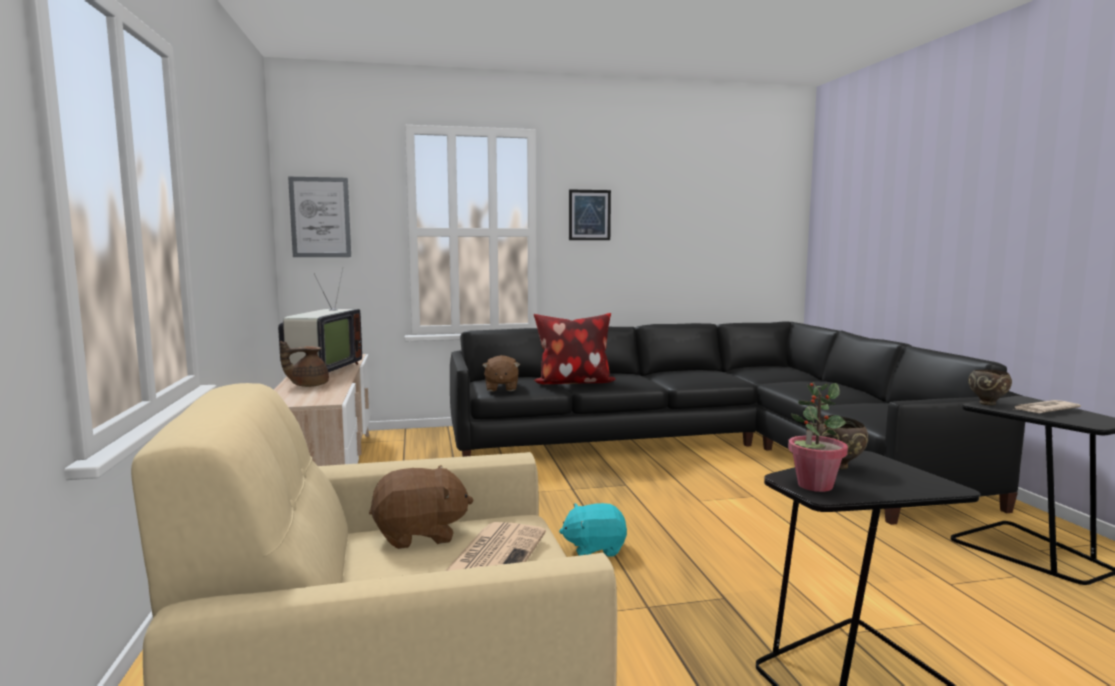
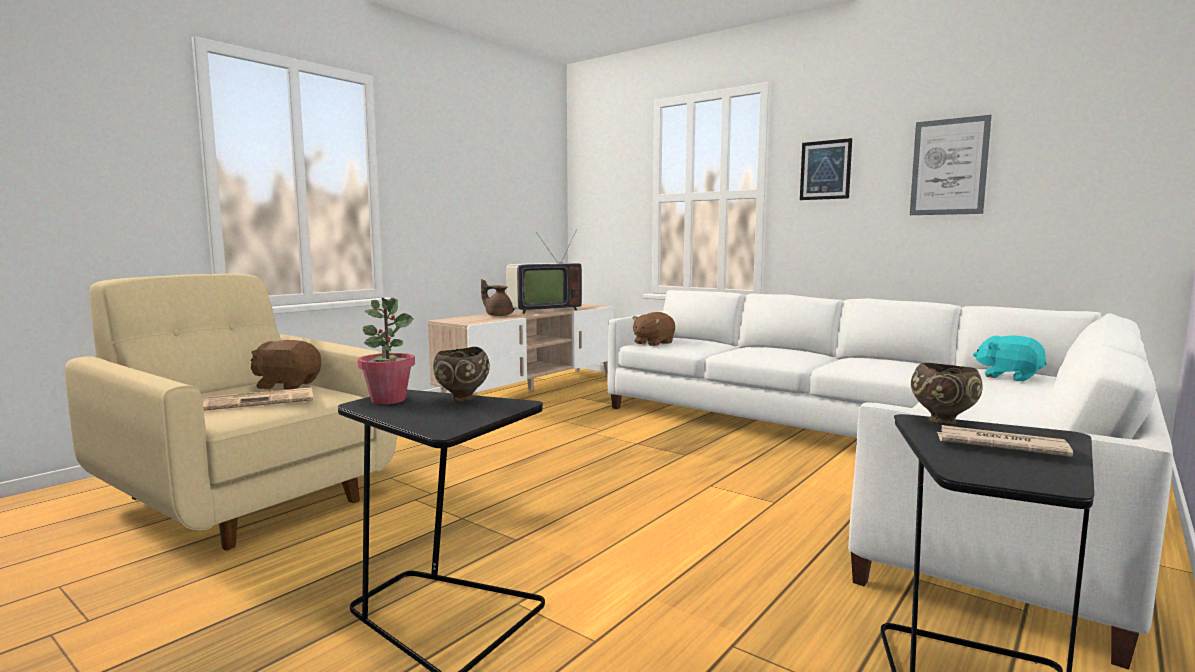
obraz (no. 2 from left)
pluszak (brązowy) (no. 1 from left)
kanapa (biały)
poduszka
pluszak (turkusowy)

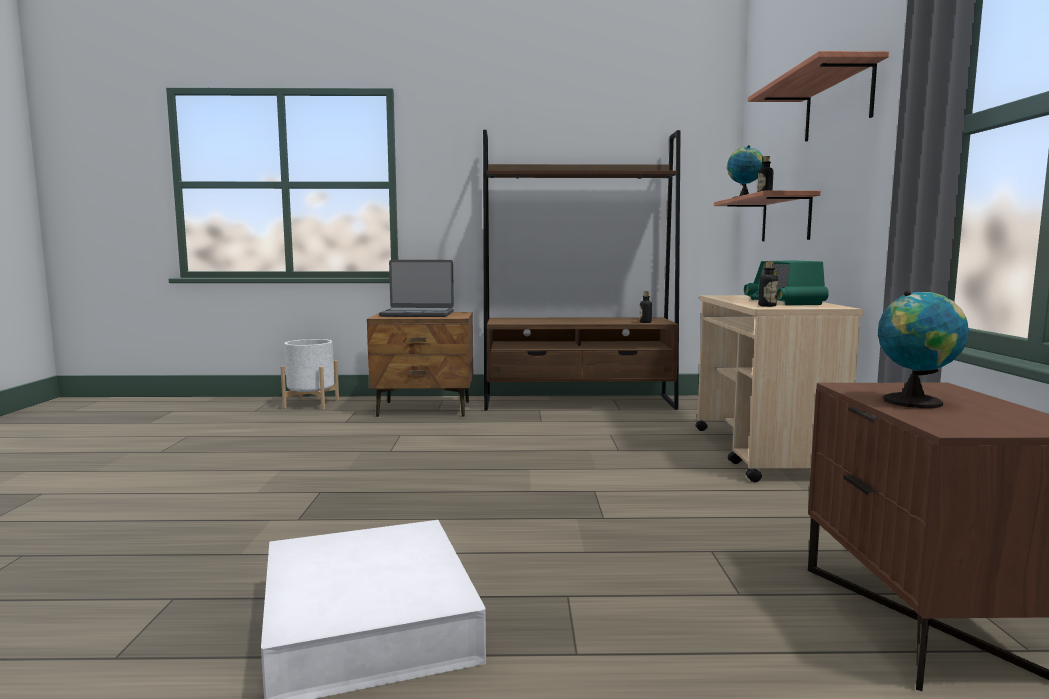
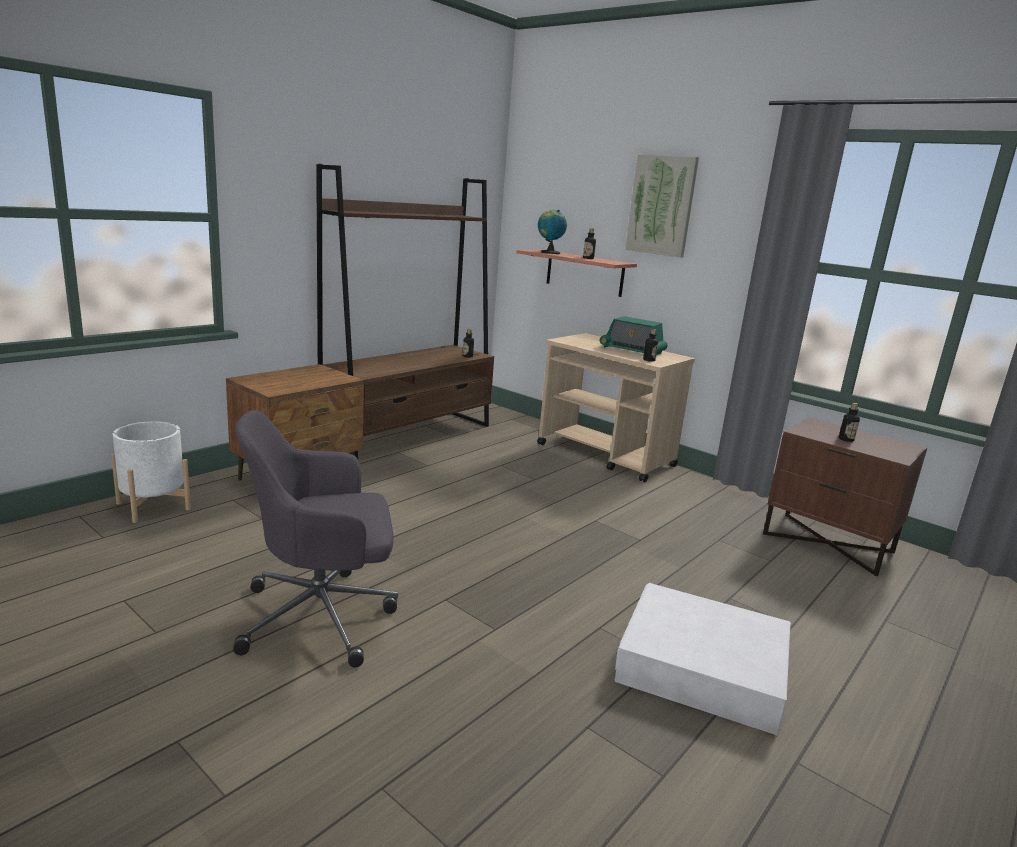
laptop
obraz
butelka (no. 4 from left)
krzesło biurowe (szary)

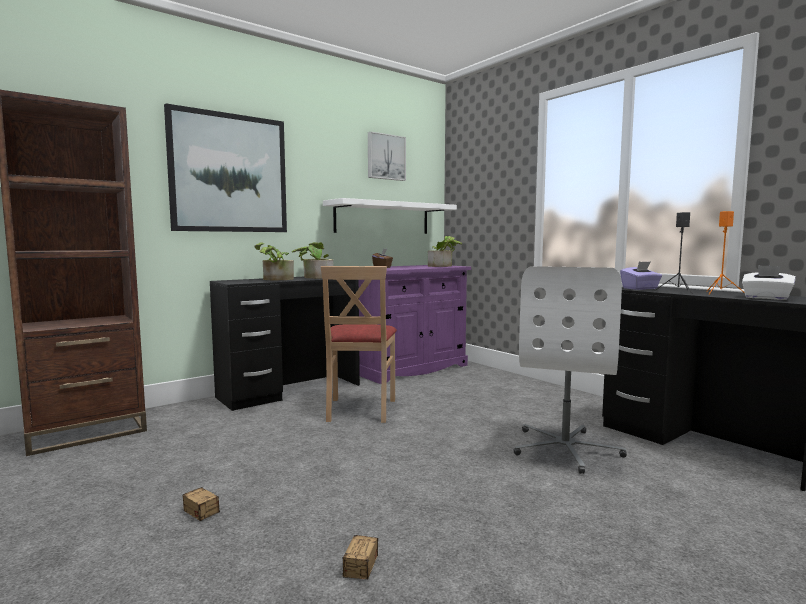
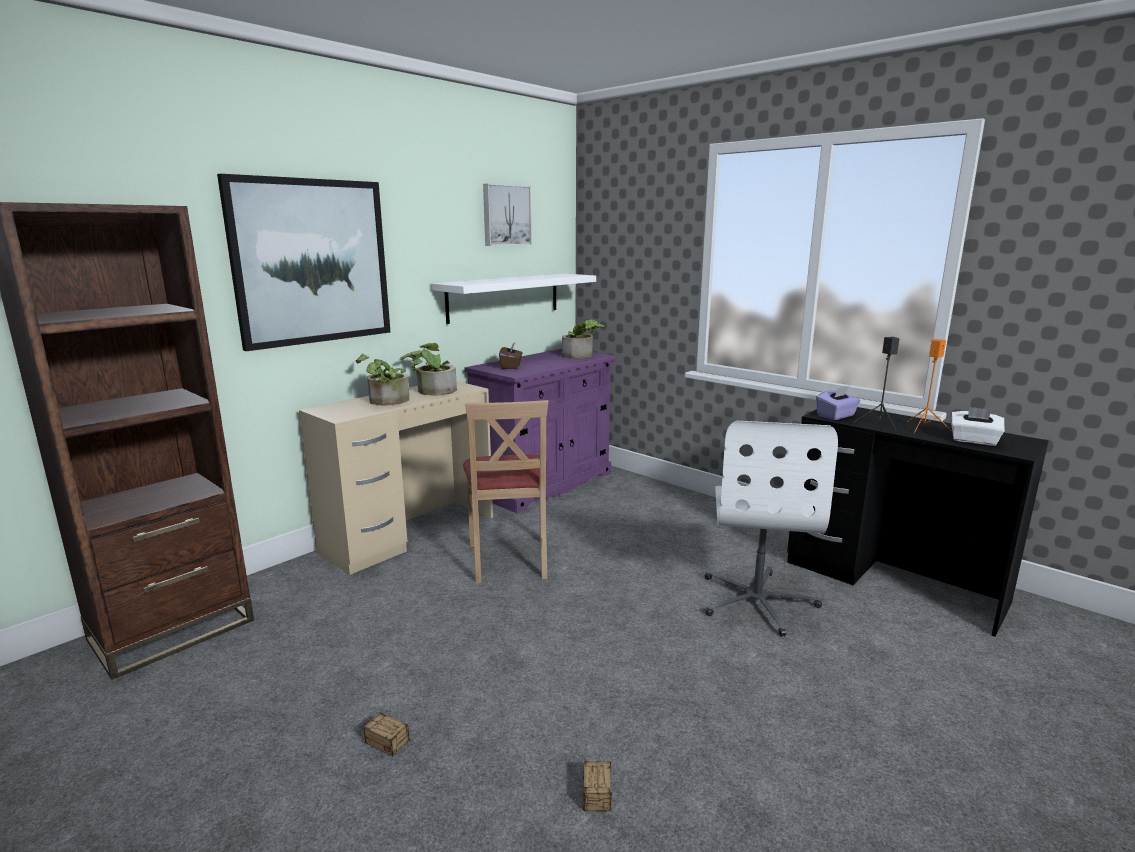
biurko (beżowy)

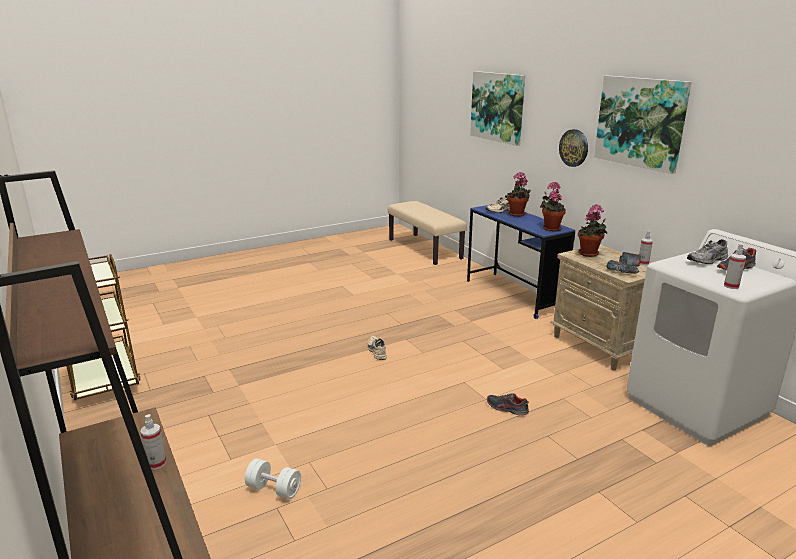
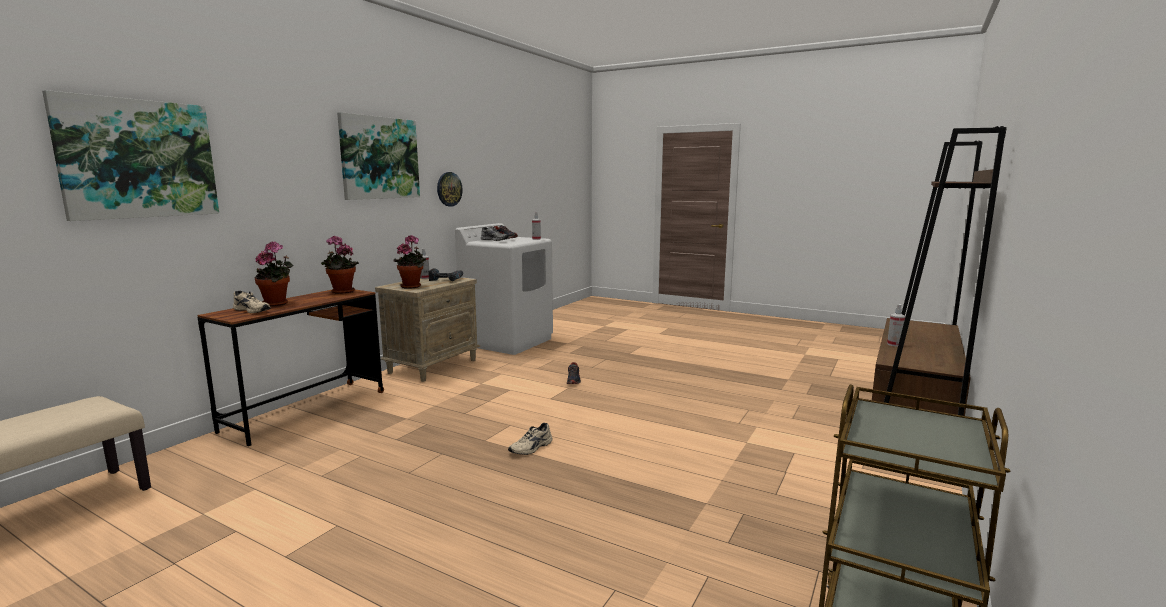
hantel (biały)
biurko (brązowy)
zegar ścienny

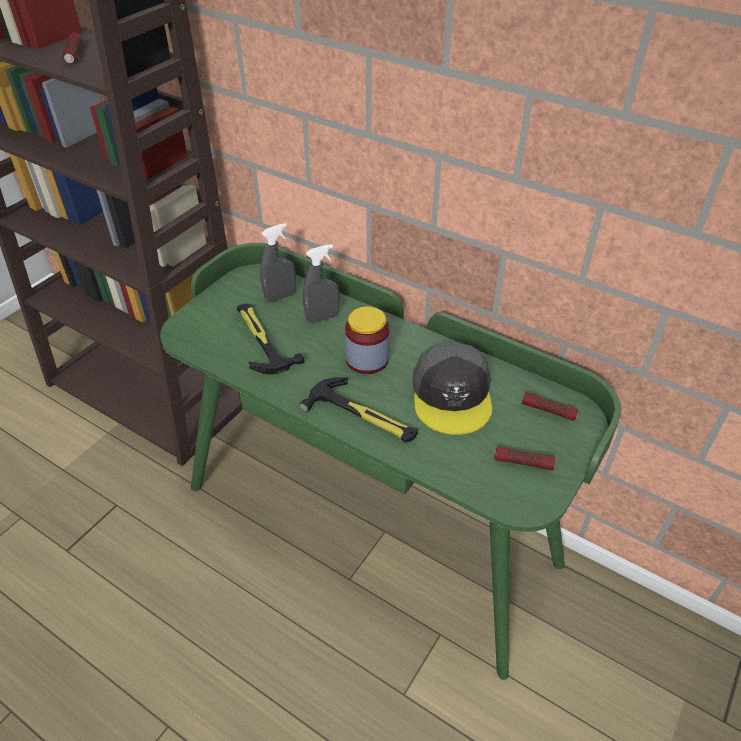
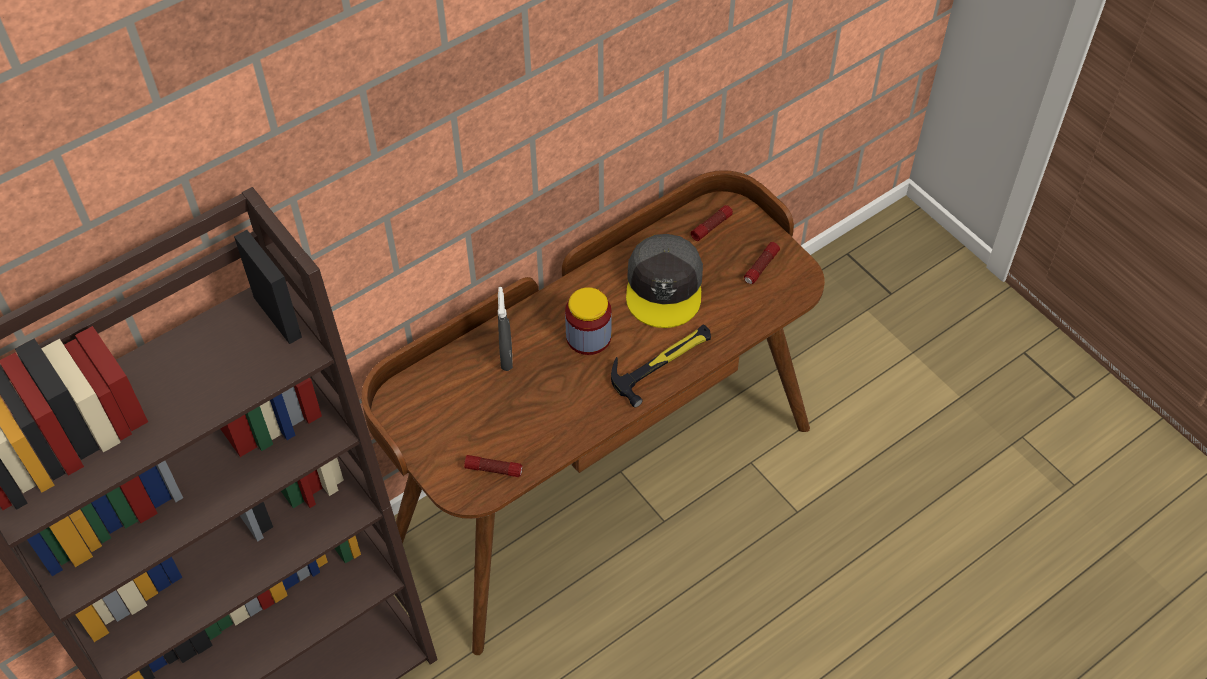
latarka (no. 1 from left)
biurko (brązowy)
młotek (no. 1 from left in the first image)
spryskiwacz (szary) (no. 1 from left in the first image)
czapka z daszkiem (szary)

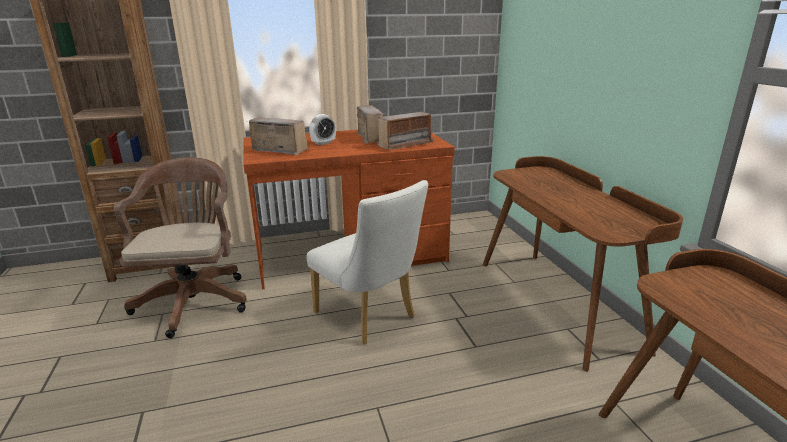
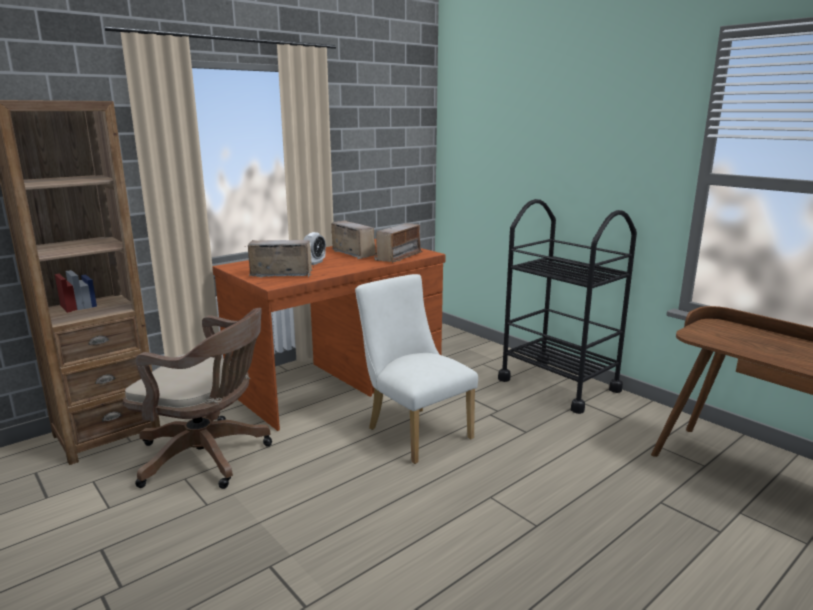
krzesło biurowe (brązowy)
krzesło (biały)
wózek (czarny)

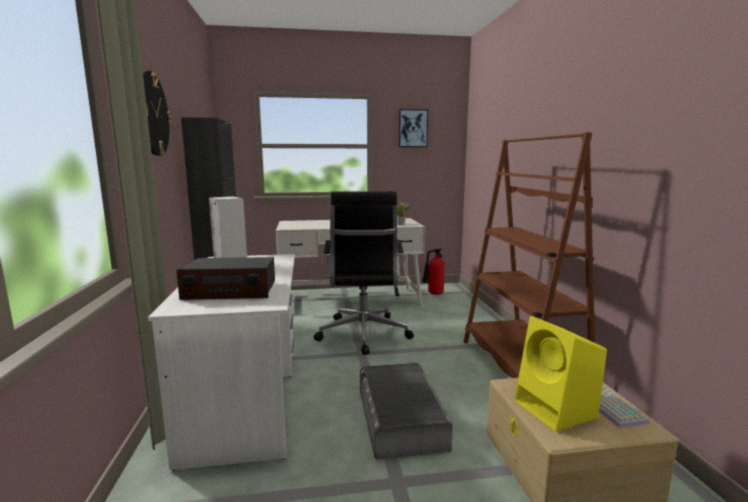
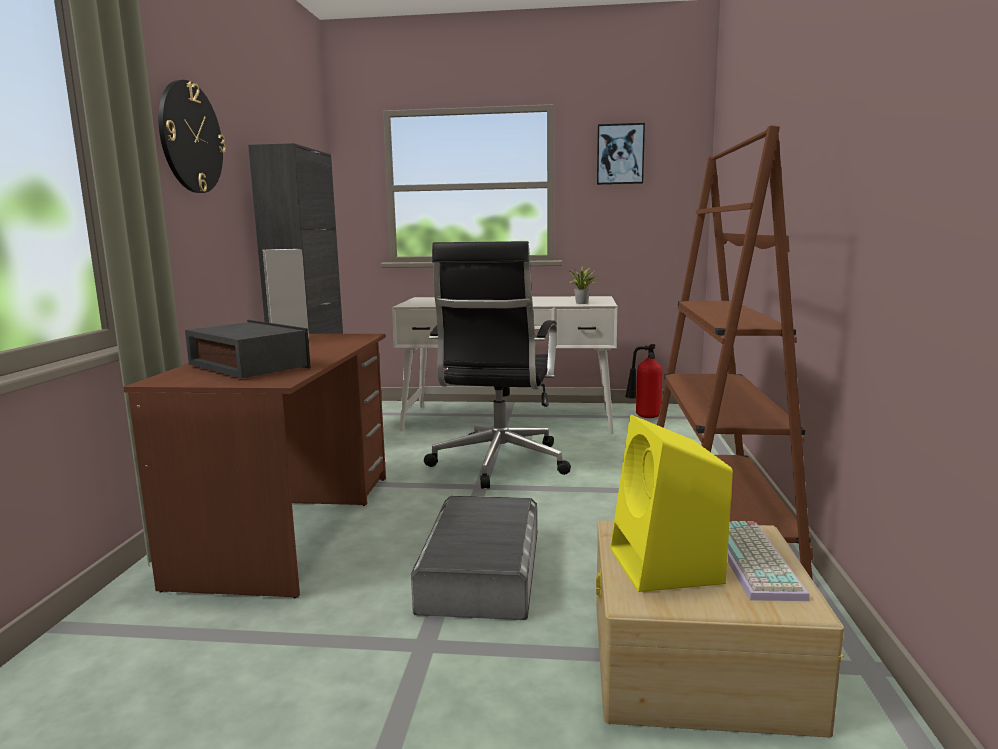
biurko (brązowy)
radio

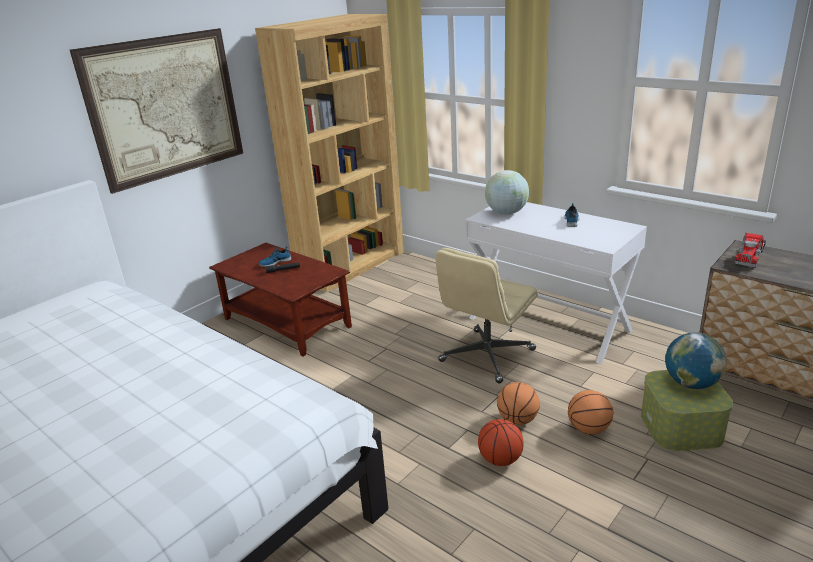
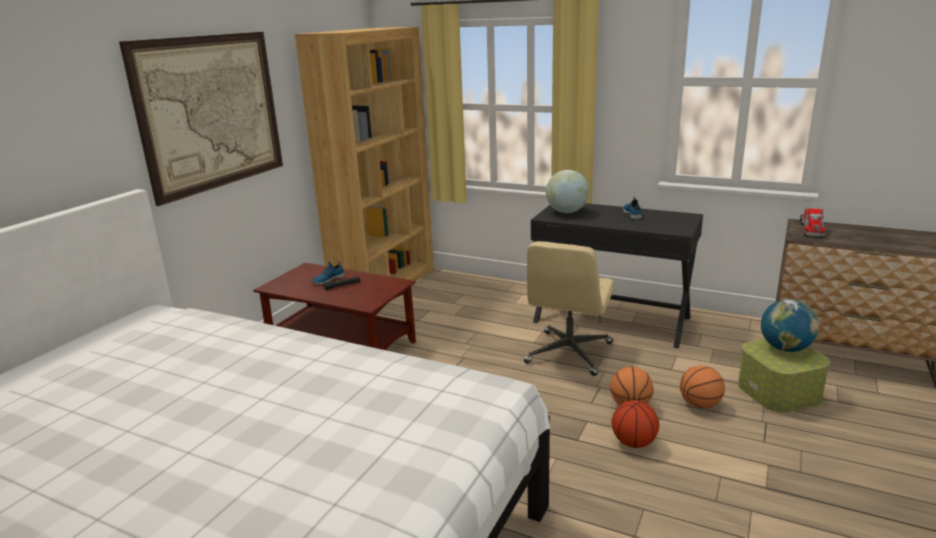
biurko (czarny)

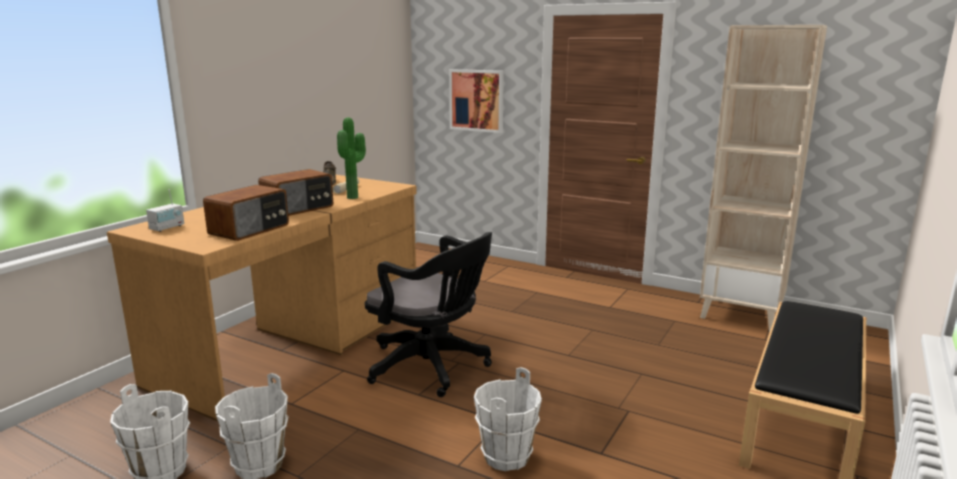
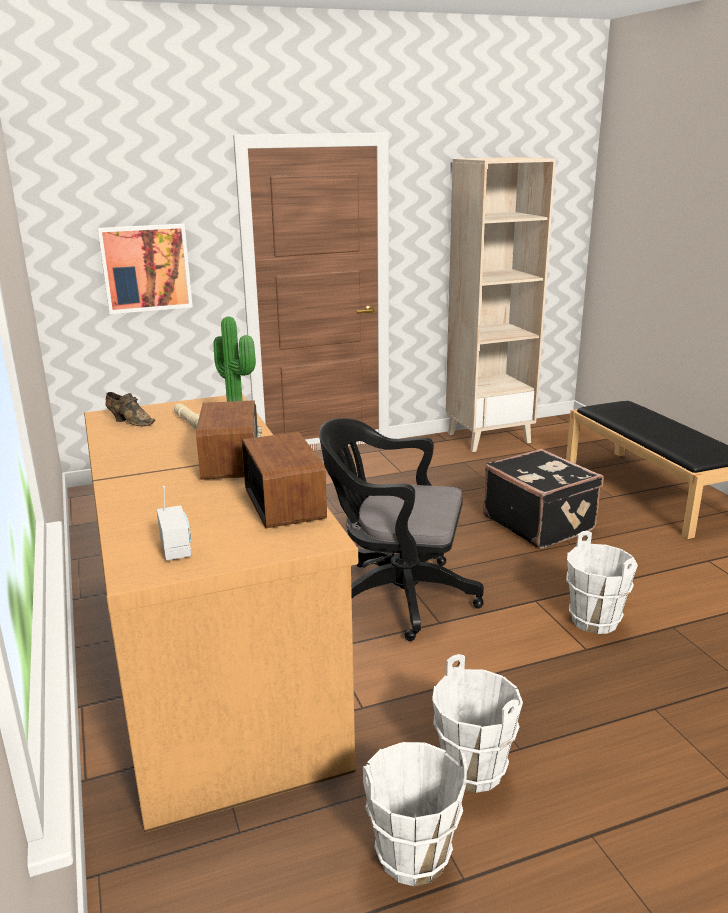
krzesło biurowe (czarny)
walizka (czarny)

